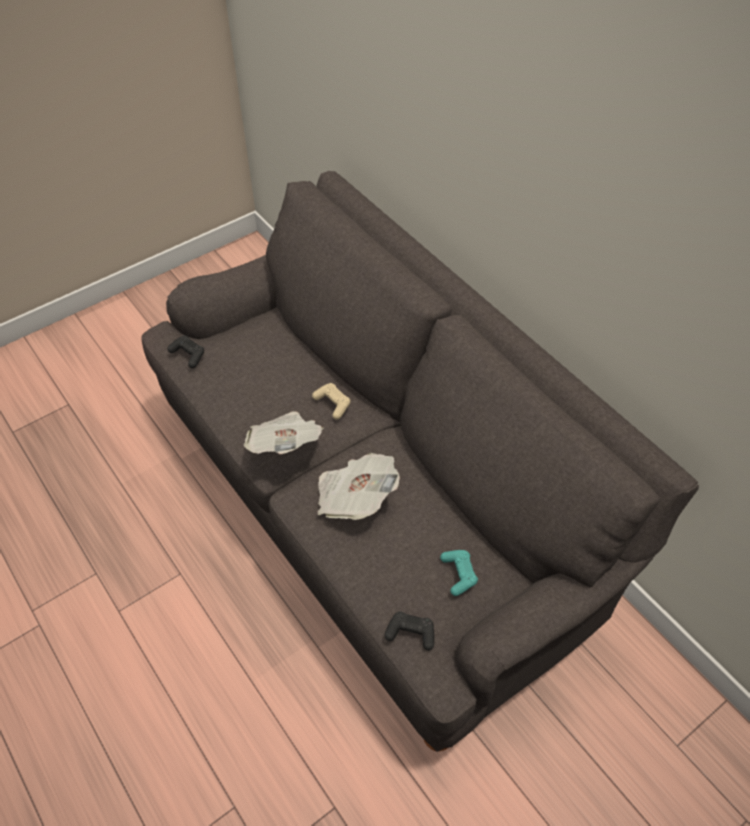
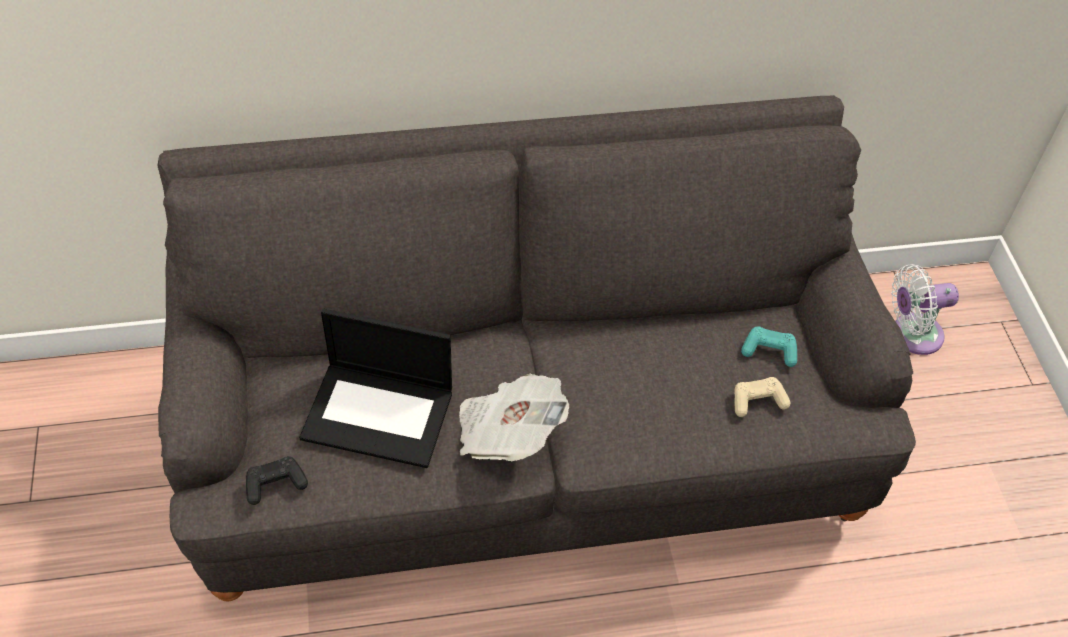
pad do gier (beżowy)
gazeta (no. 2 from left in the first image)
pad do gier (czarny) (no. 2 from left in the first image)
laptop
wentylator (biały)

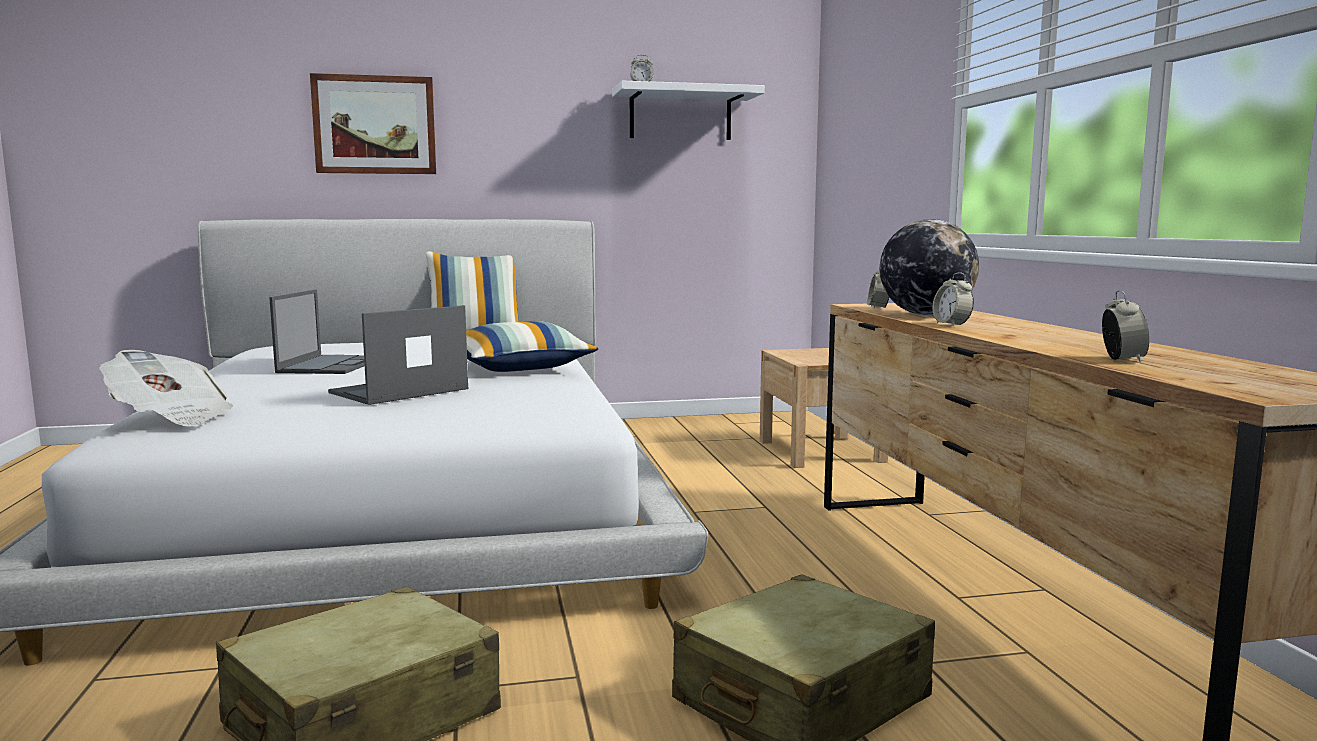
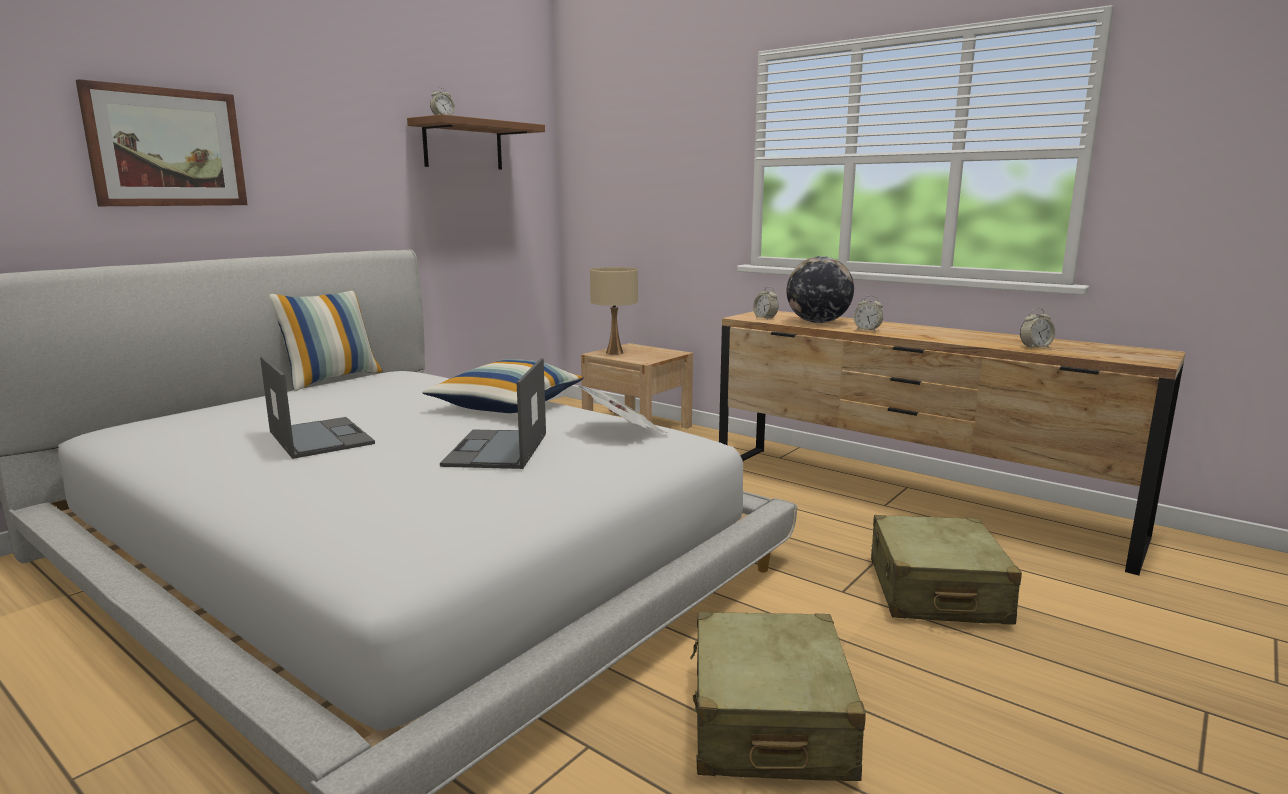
gazeta
półka (brązowy)
budzik (no. 4 from left)
lampa stołowa (beżowy)

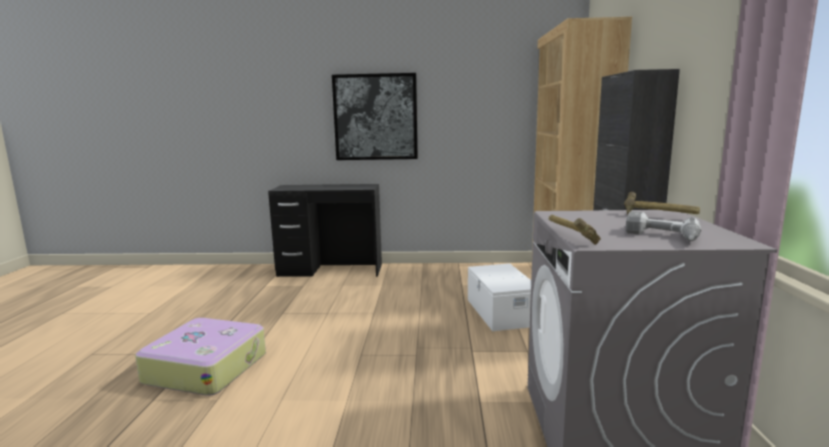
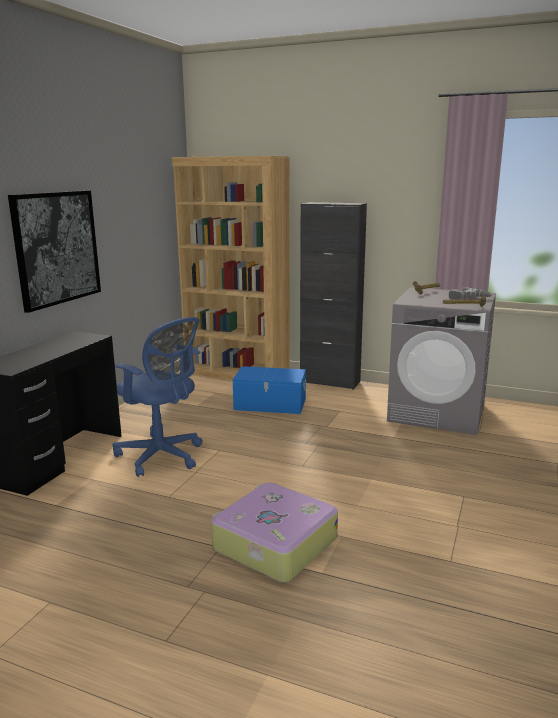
pojemnik do przechowywania (niebieski)
krzesło biurowe (niebieski)

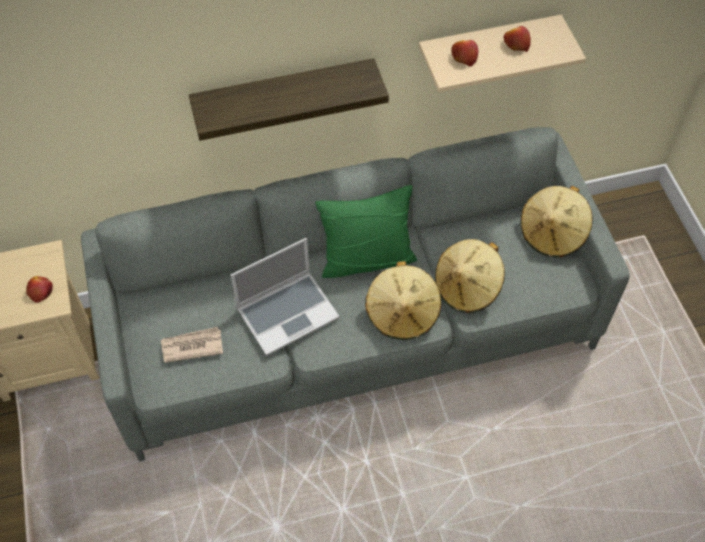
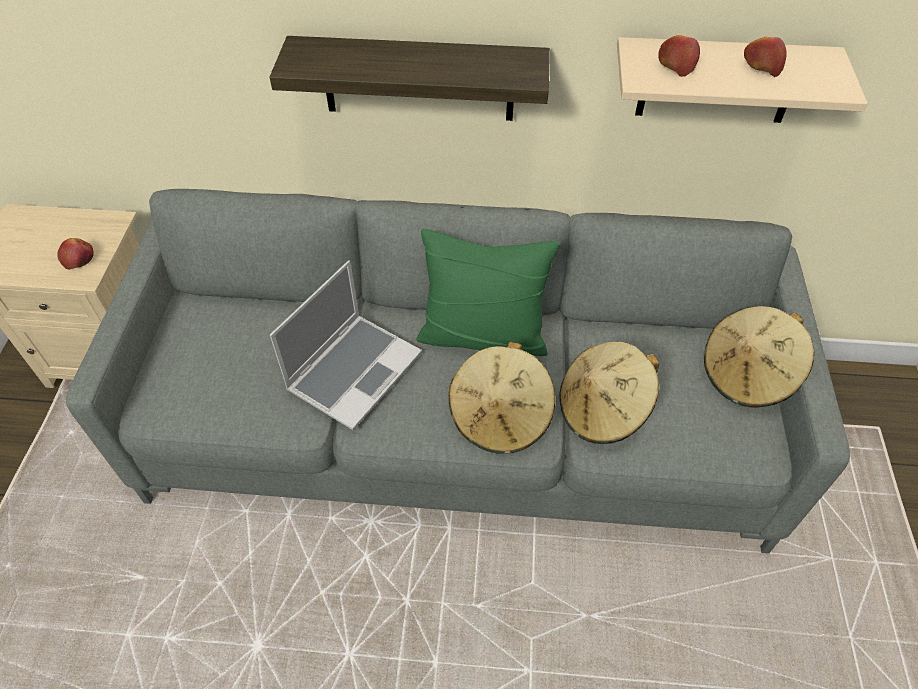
gazeta
laptop

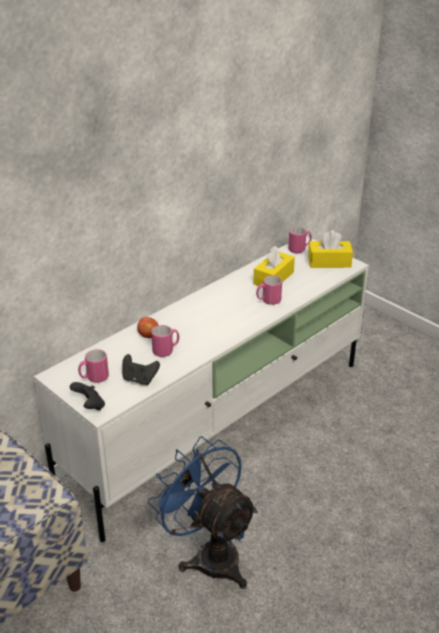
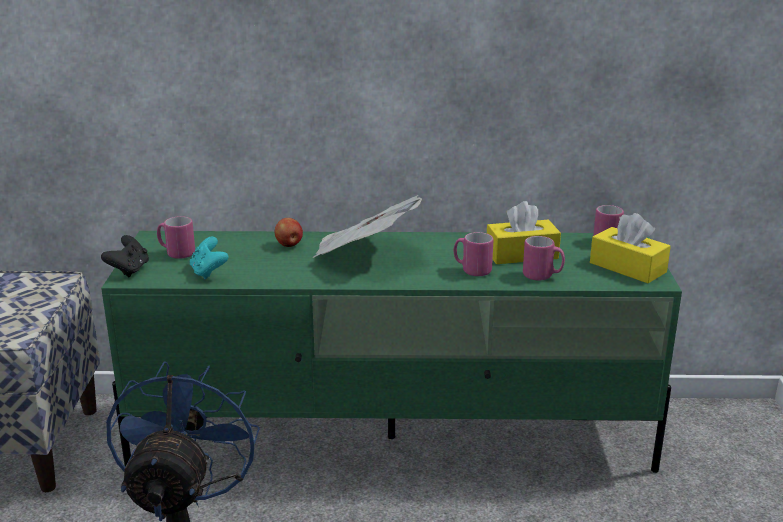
szafka pod telewizor (zielony)
pad do gier (turkusowy)
kubek (różowy) (no. 3 from left)
gazeta

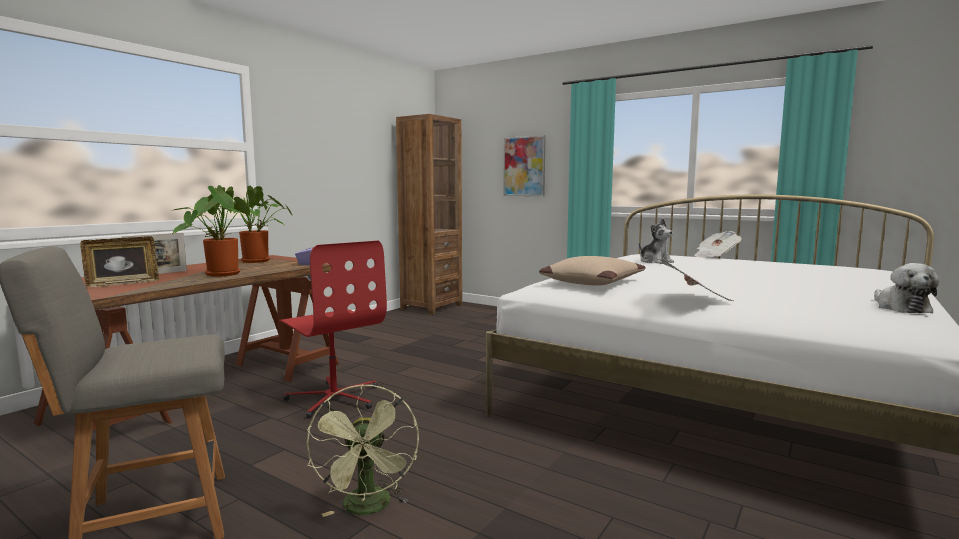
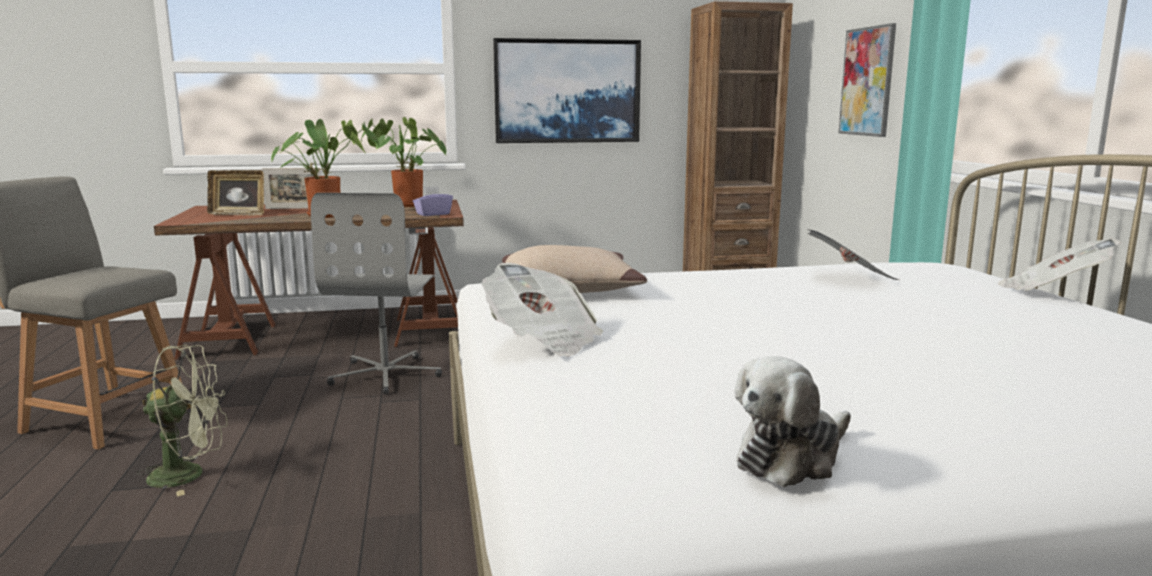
krzesło biurowe (szary)
wentylator (zielony)
gazeta (no. 2 from left)
obraz (no. 1 from left)

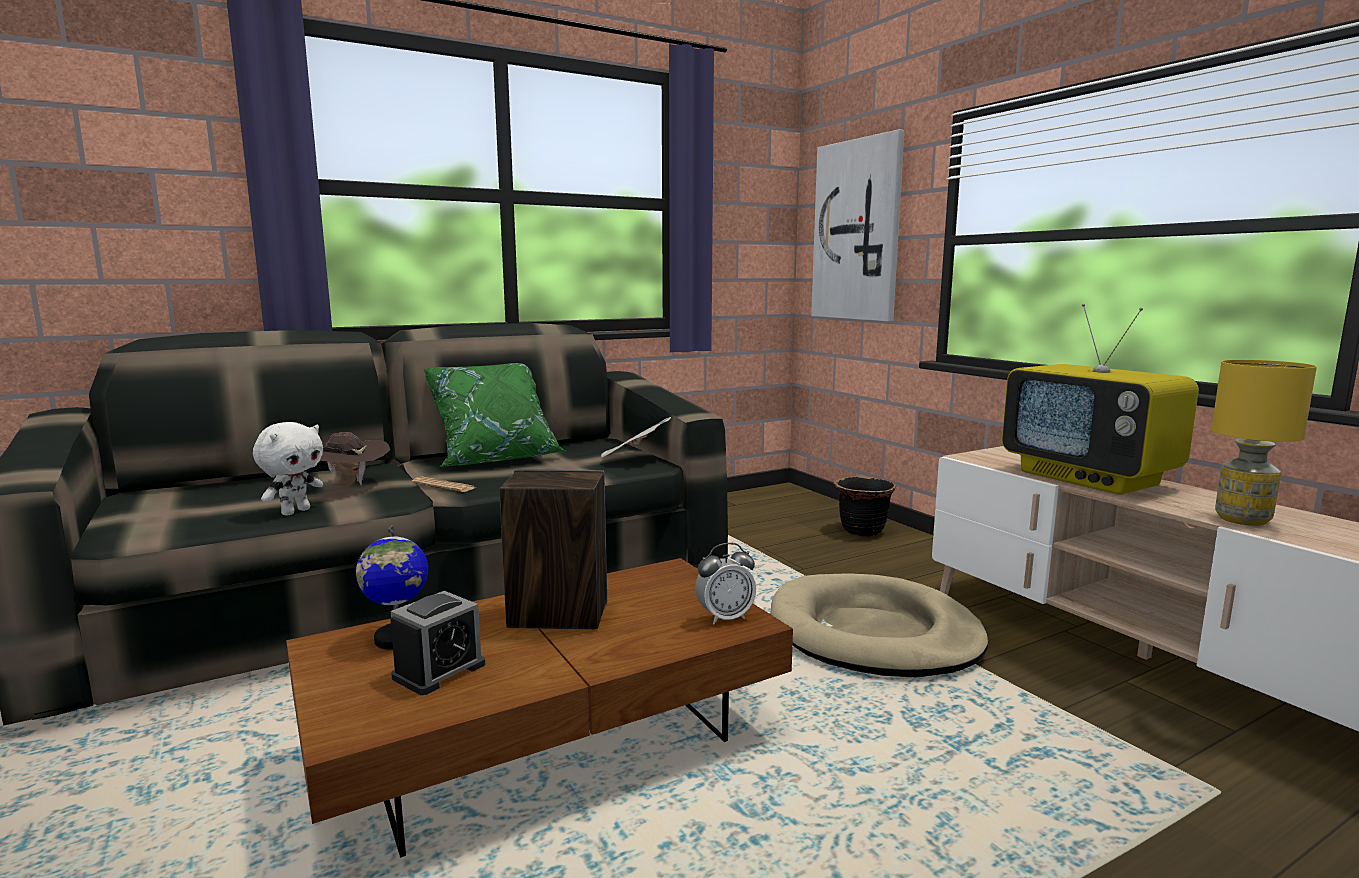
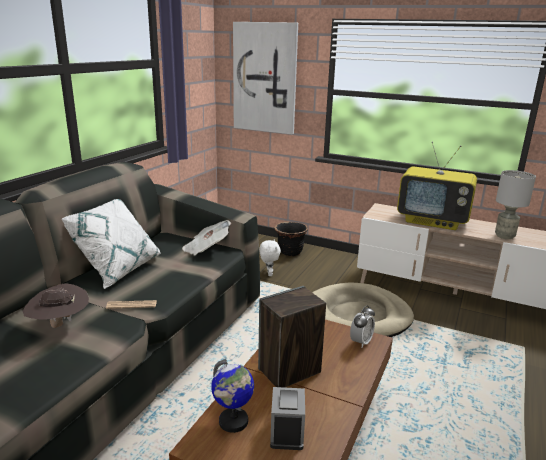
pluszak (biały)
poduszka (biały)
lampa stołowa (szary)

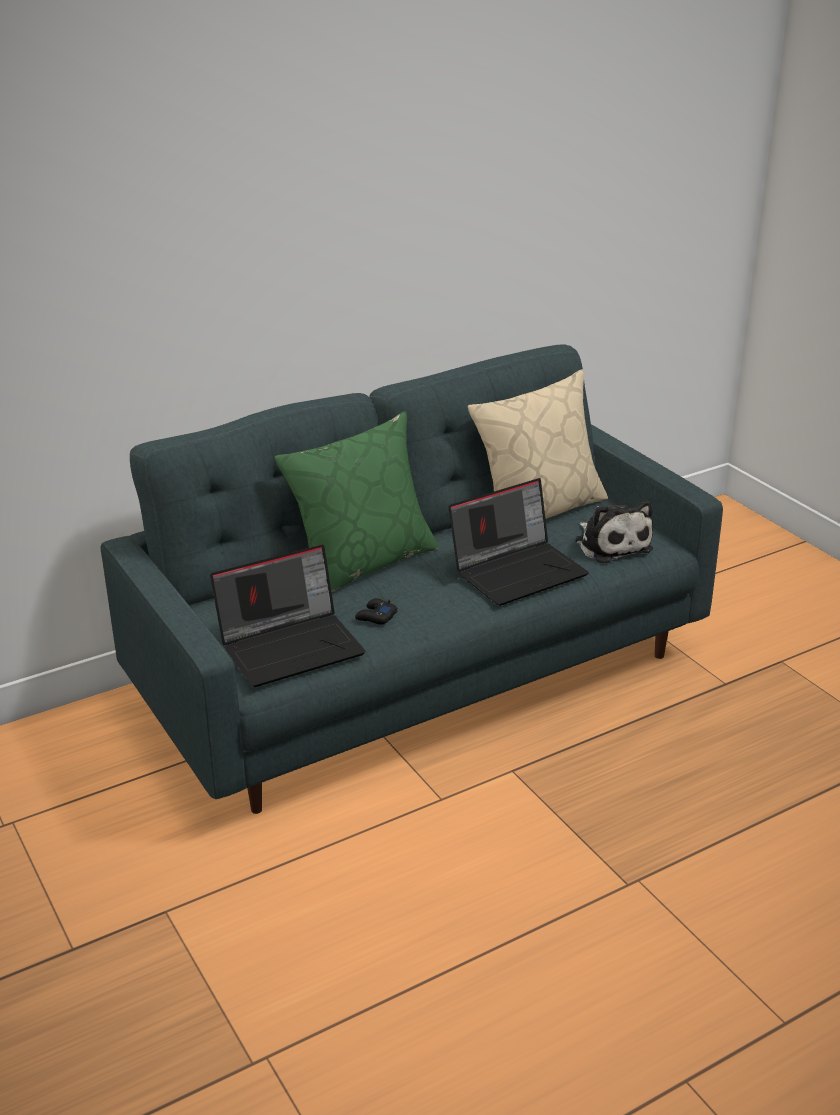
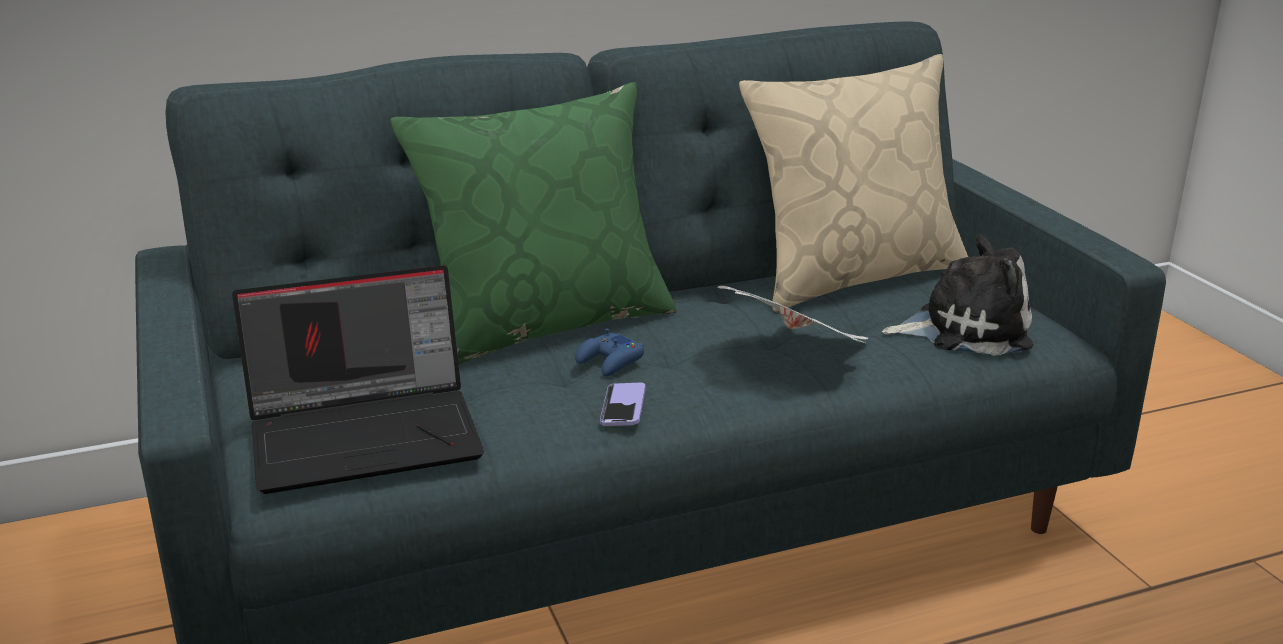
pad do gier (czarny)
gazeta
pluszak
pad do gier (niebieski)
telefon

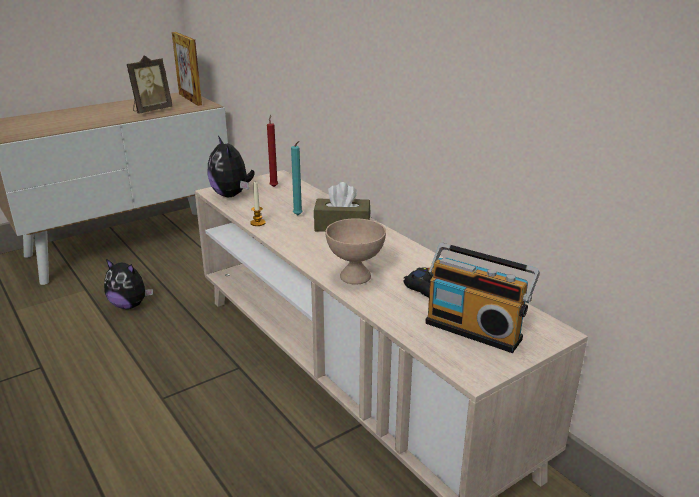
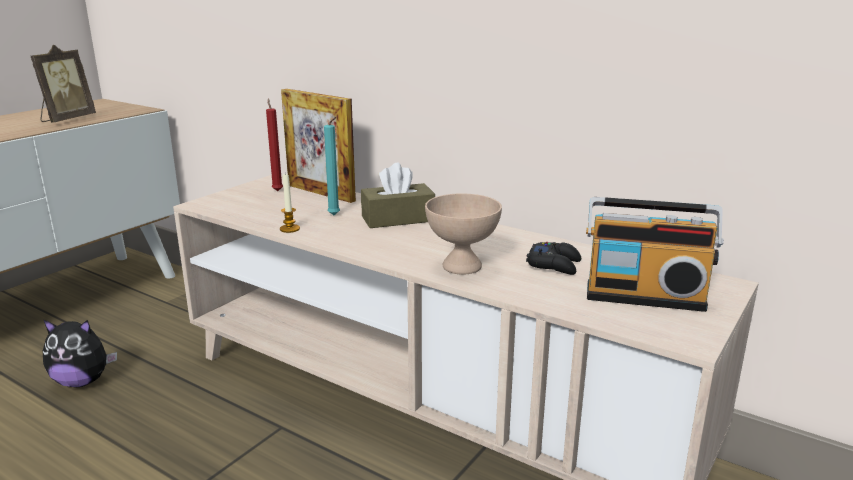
ramka na zdjęcie (no. 2 from left)
pluszak (no. 2 from left in the first image)

